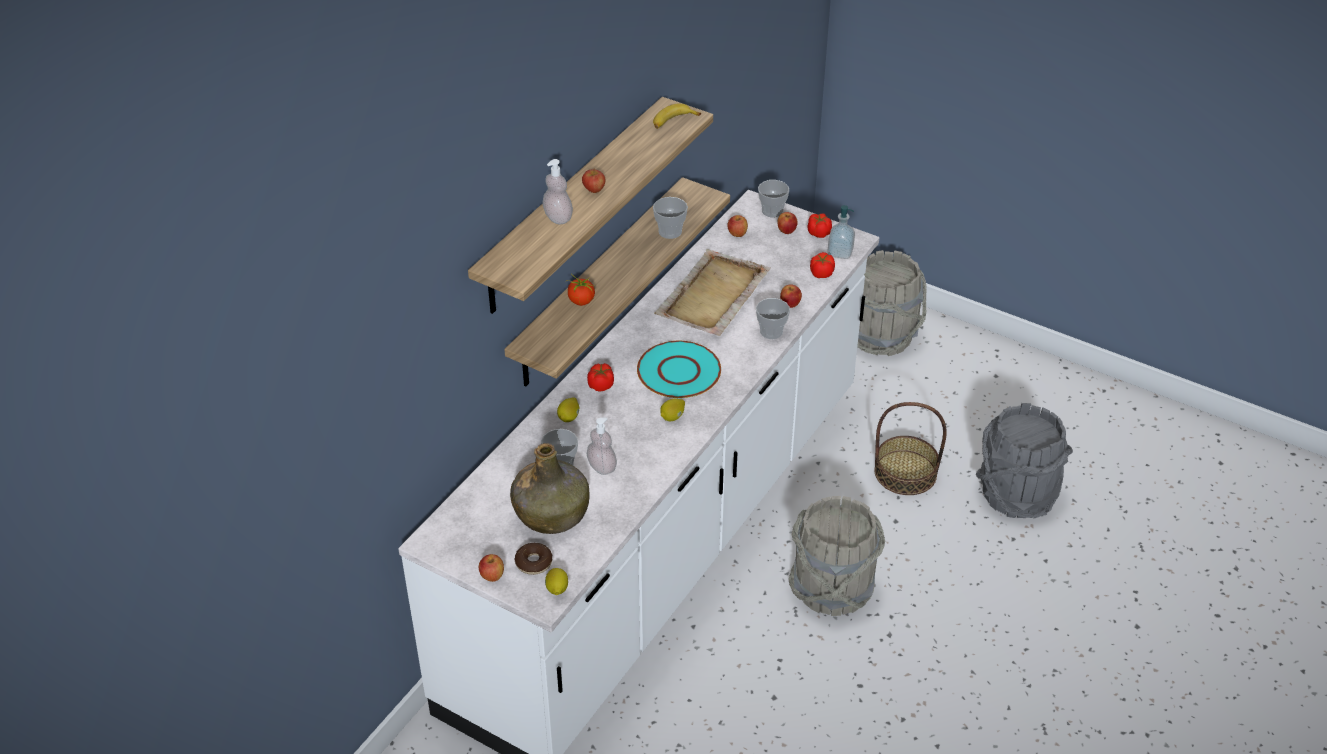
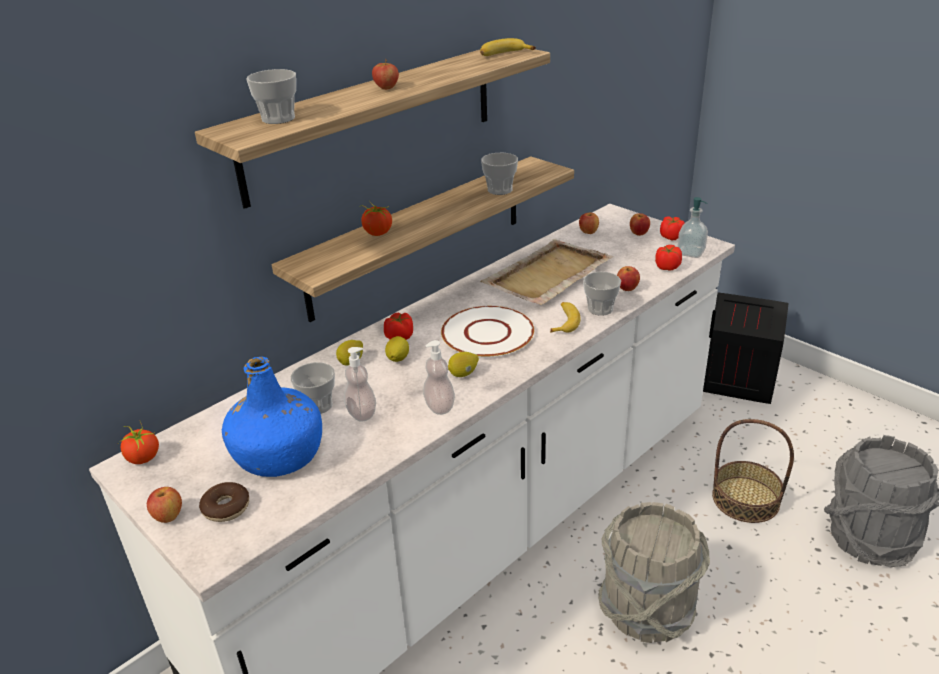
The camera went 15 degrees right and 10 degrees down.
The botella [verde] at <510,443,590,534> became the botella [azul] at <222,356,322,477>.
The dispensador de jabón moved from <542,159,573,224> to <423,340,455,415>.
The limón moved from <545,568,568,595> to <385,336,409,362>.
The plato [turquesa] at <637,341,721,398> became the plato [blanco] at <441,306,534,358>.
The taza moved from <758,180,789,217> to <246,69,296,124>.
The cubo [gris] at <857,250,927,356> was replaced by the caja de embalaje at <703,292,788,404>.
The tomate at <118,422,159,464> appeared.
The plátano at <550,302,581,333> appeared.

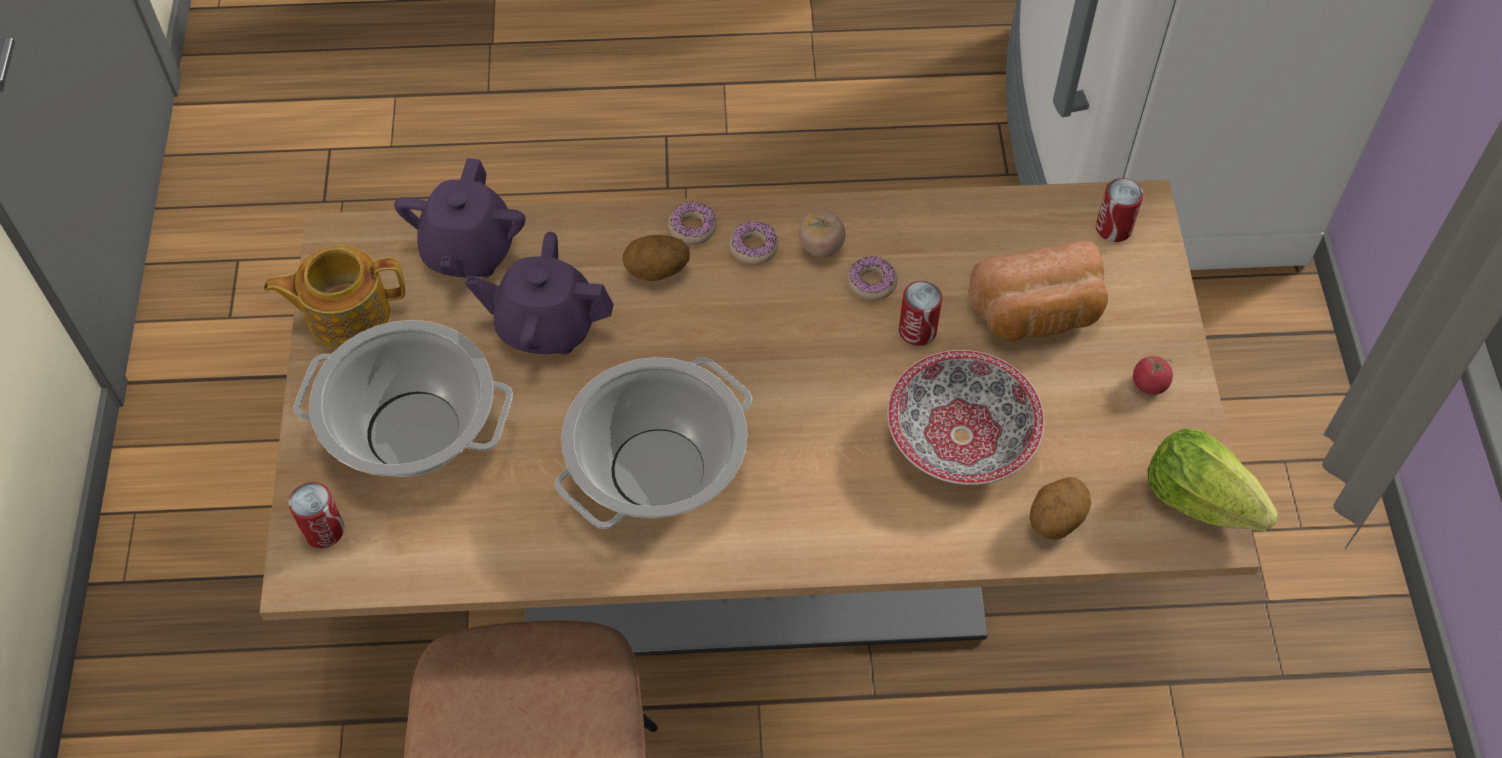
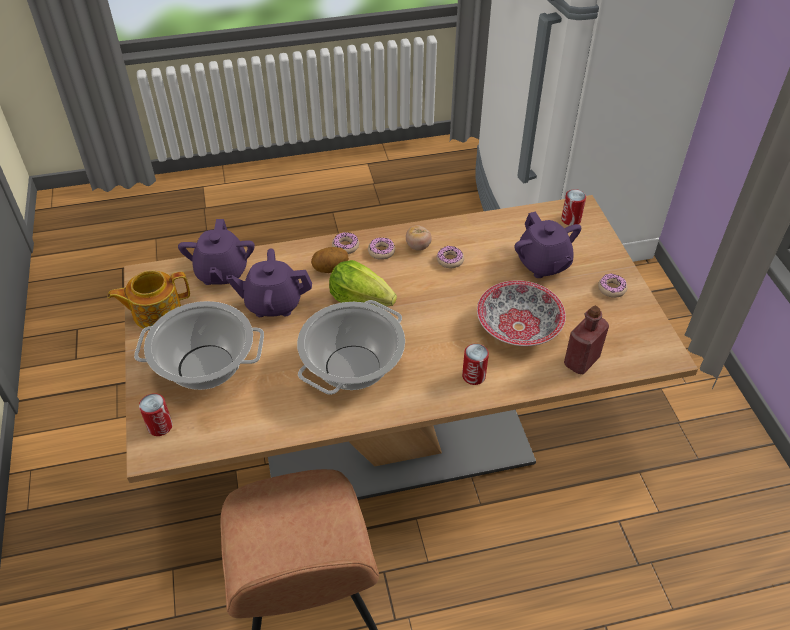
The camera went 10 degrees left and 10 degrees down.
The lata moved from <899,281,942,346> to <462,344,489,385>.
The pan at <968,241,1108,341> was replaced by the tetera [morado] at <515,211,581,278>.
The patata at <1029,477,1091,540> was replaced by the botella [rojo] at <564,306,609,374>.
The tomate at <1133,356,1173,395> was replaced by the rosquilla at <598,274,627,298>.
The lechuga moved from <1148,429,1279,531> to <329,260,397,307>.

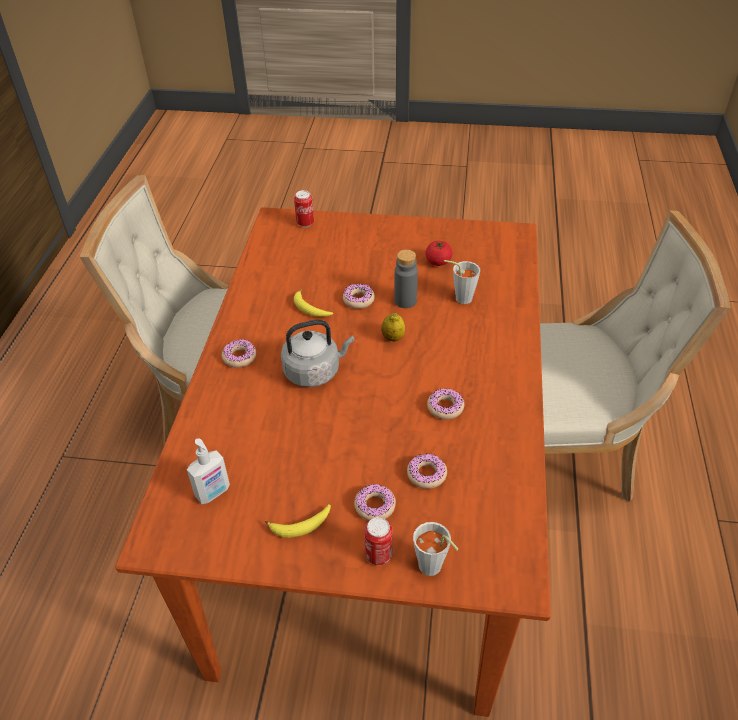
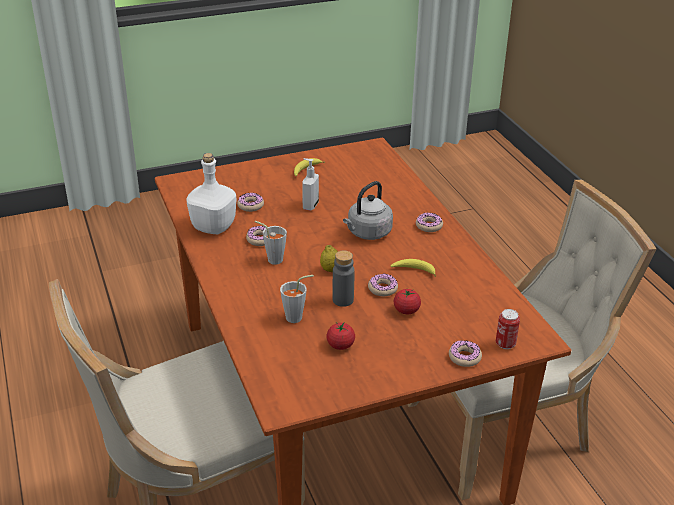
The camera went 150 degrees right and 10 degrees down.
The dispensador de jabón moved from <187,439,230,504> to <302,158,319,211>.
The rosquilla moved from <354,484,396,521> to <449,340,482,367>.
The lata at <364,517,393,565> disappeared.
The taza [gris] moved from <413,522,459,576> to <255,221,287,265>.
The botella [blanco] at <186,153,236,234> appeared.
The tomate at <394,289,421,314> appeared.

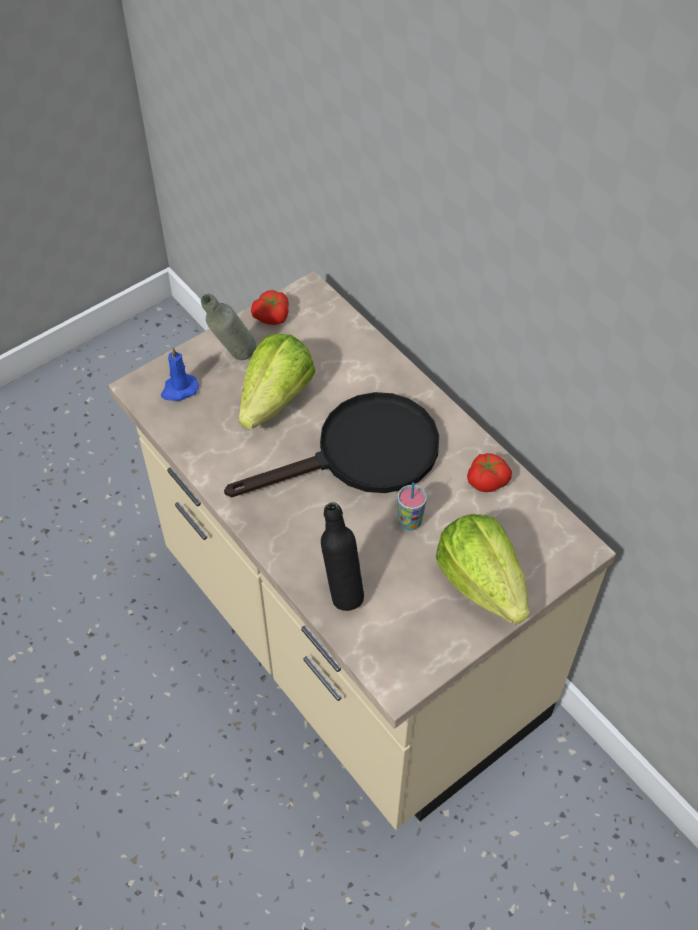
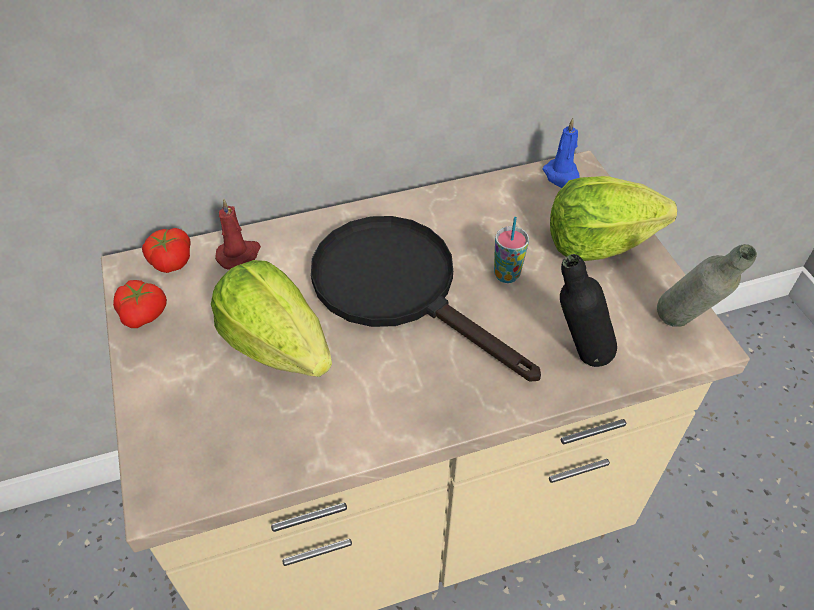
The camera went 70 degrees left and 5 degrees down.
The vela [azul] moved from <161,347,199,401> to <542,118,579,188>.
The botella [gris] moved from <201,294,256,360> to <657,244,757,327>.
The sartén [negro] at <224,392,439,497> turned 45 degrees counterclockwise.
The tomate moved from <467,453,512,492> to <142,228,191,273>.
The vela [rojo] at <215,198,261,270> appeared.

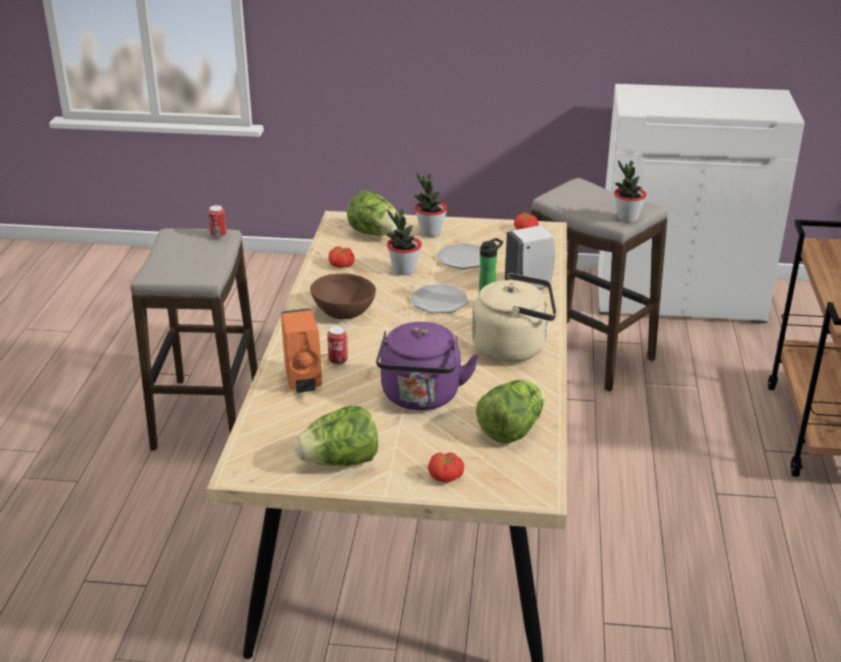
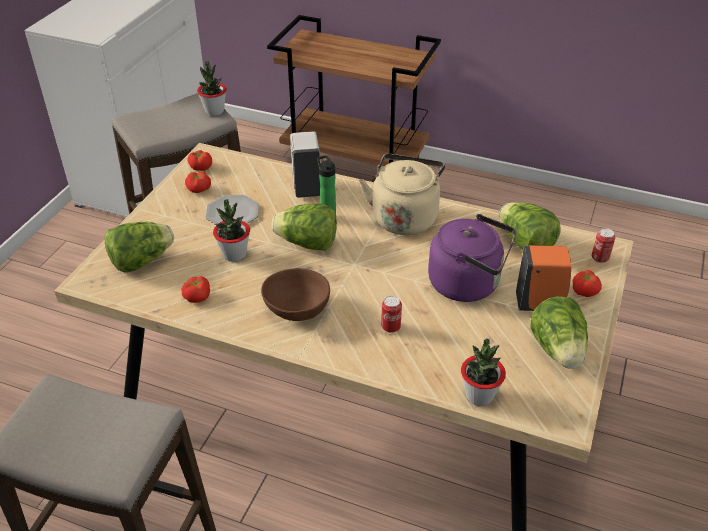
The camera went 75 degrees left and 10 degrees up.
The lata moved from <208,205,227,238> to <592,228,615,263>.
The dispensador de jabón [naranja] moved from <281,308,322,392> to <516,245,571,311>.
The plato at <411,284,468,313> was replaced by the lechuga at <272,203,337,251>.
The planta en maceta moved from <414,173,447,237> to <461,339,506,406>.
The tomate at <185,172,211,193> appeared.

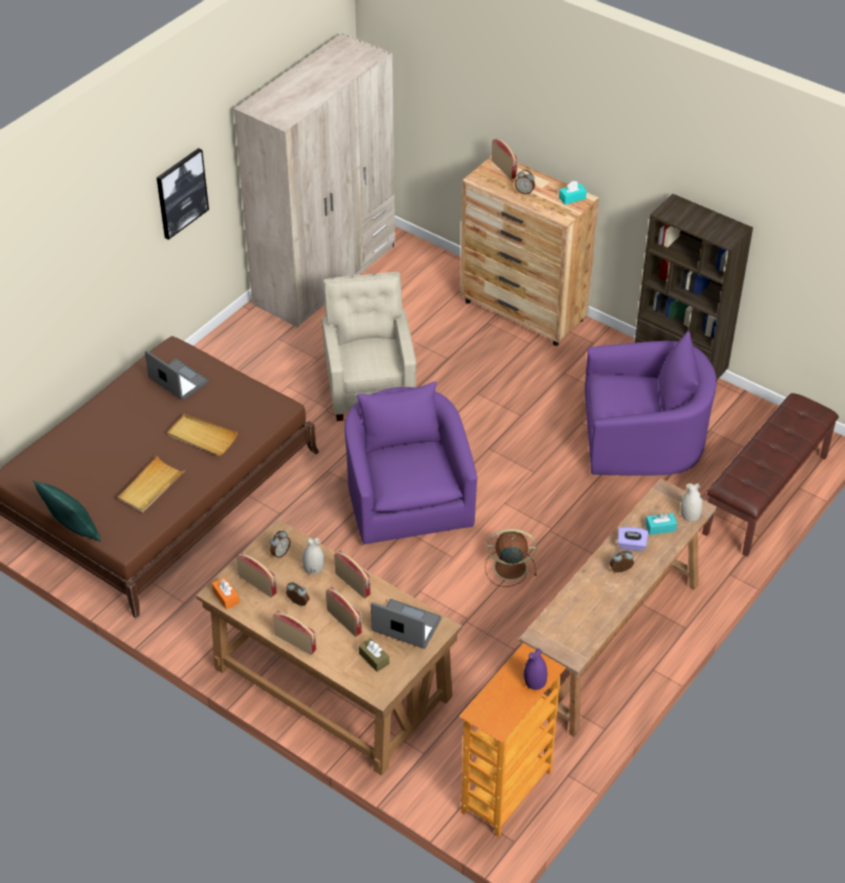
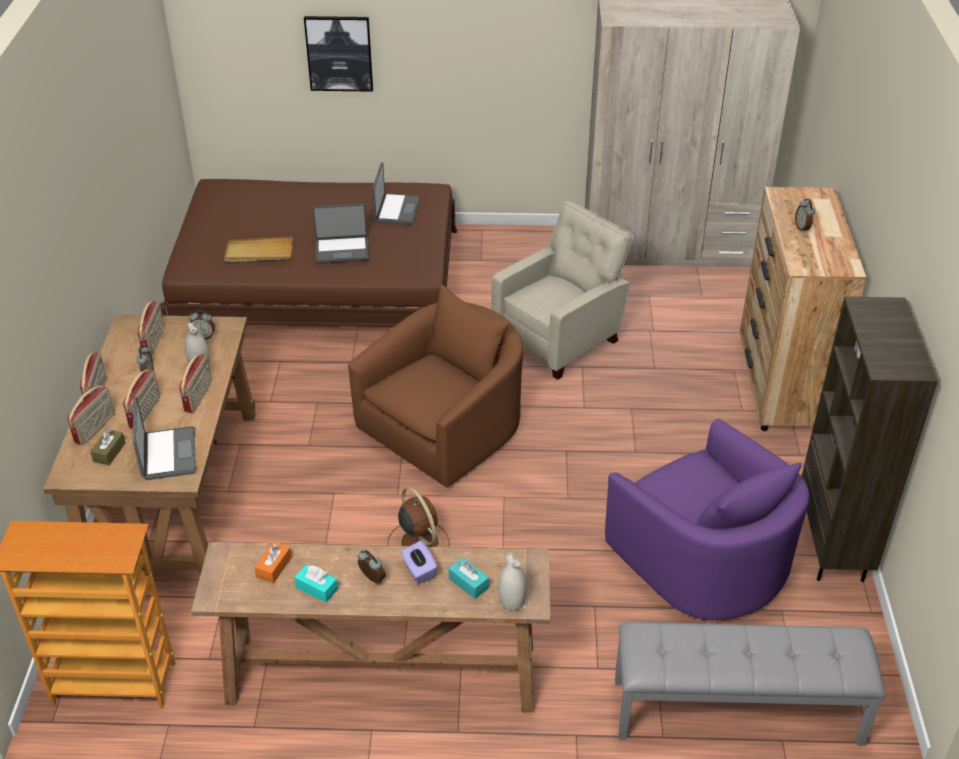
The camera went 55 degrees right and 5 degrees down.
The cojín [verde] at <33,480,101,541> disappeared.
The cuadro moved from <157,148,209,240> to <304,16,373,92>.
The bandeja [beis] at <167,414,238,456> was replaced by the portátil at <313,204,369,263>.
The caja de pañuelos [naranja] moved from <212,577,239,610> to <254,541,292,584>.
The sillón [morado] at <345,382,477,544> became the sillón [marrón] at <348,285,523,487>.
The radio moved from <491,138,518,179> to <67,385,115,445>.
The florero [morado] at <524,648,547,690> disappeared.
The caja de pañuelos [turquesa] moved from <559,181,587,205> to <294,564,338,603>.
The banco [marrón] at <702,393,839,557> became the banco [gris] at <615,622,885,746>.

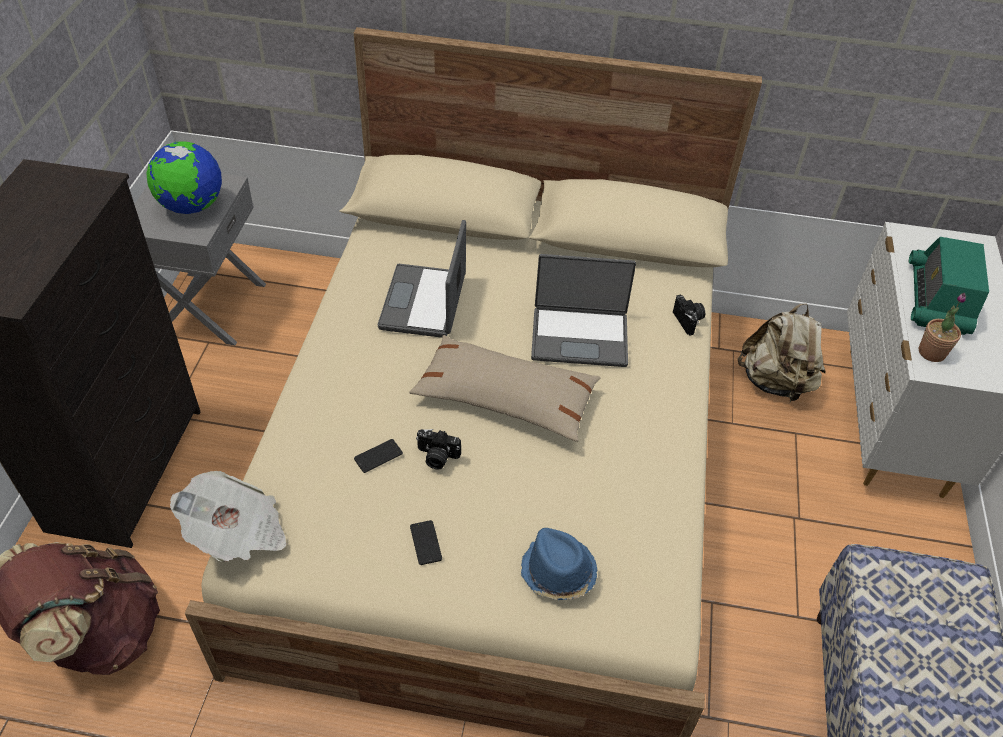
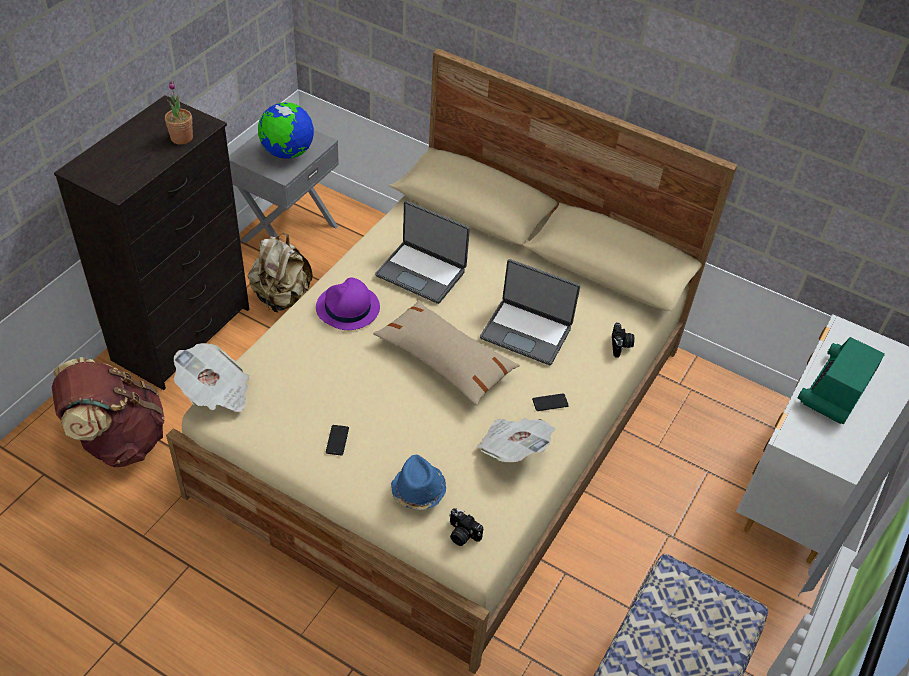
The camera went 20 degrees right and 0 degrees up.
The móvil moved from <354,439,403,473> to <532,394,569,411>.
The portátil at <377,220,466,338> turned 90 degrees counterclockwise.
The cámara moved from <416,429,461,469> to <449,509,483,546>.
The mochila [beis] moved from <738,303,826,402> to <248,233,313,313>.
The planta en maceta moved from <919,293,966,362> to <165,82,193,145>.
The sombrero [morado] at <316,277,380,330> appeared.
The periódico at <477,418,555,462> appeared.

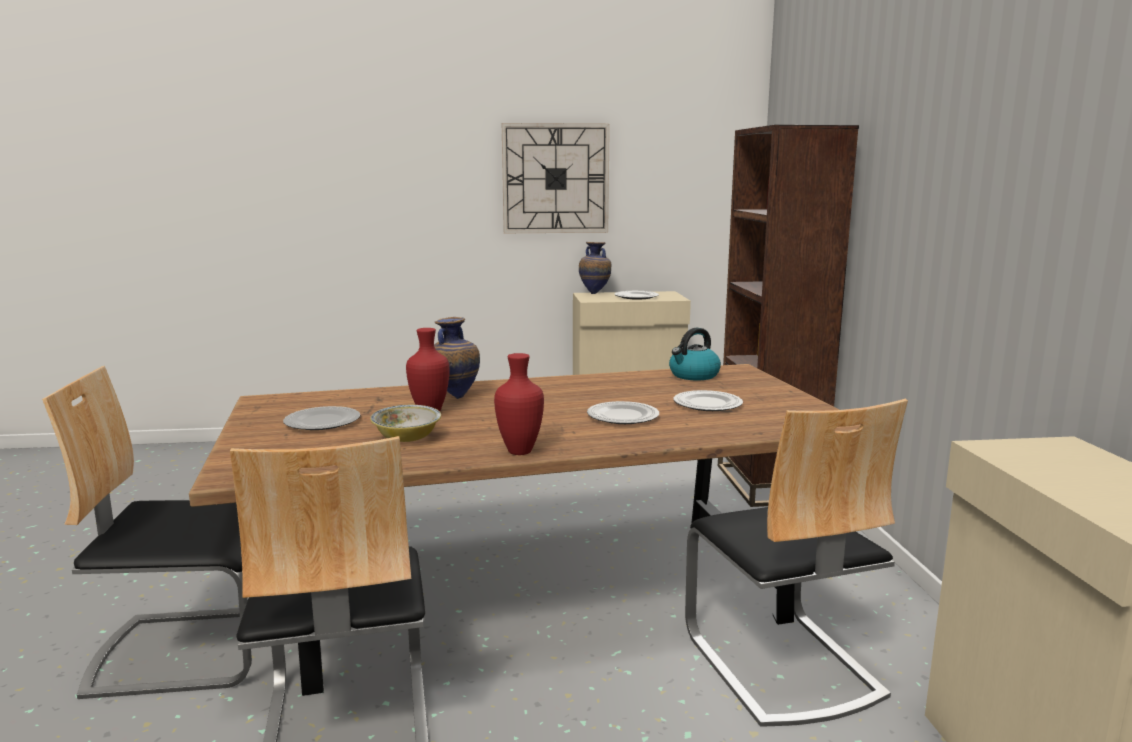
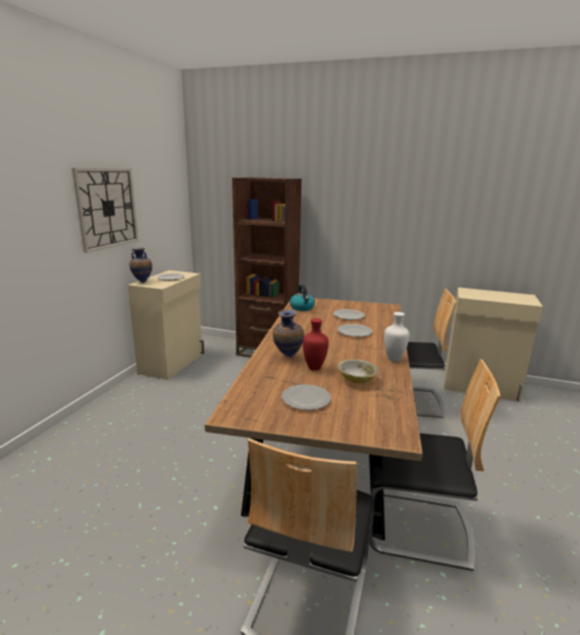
The camera went 65 degrees left and 5 degrees up.
The florero [rojo] at <494,353,544,455> became the florero [blanco] at <384,312,409,362>.

